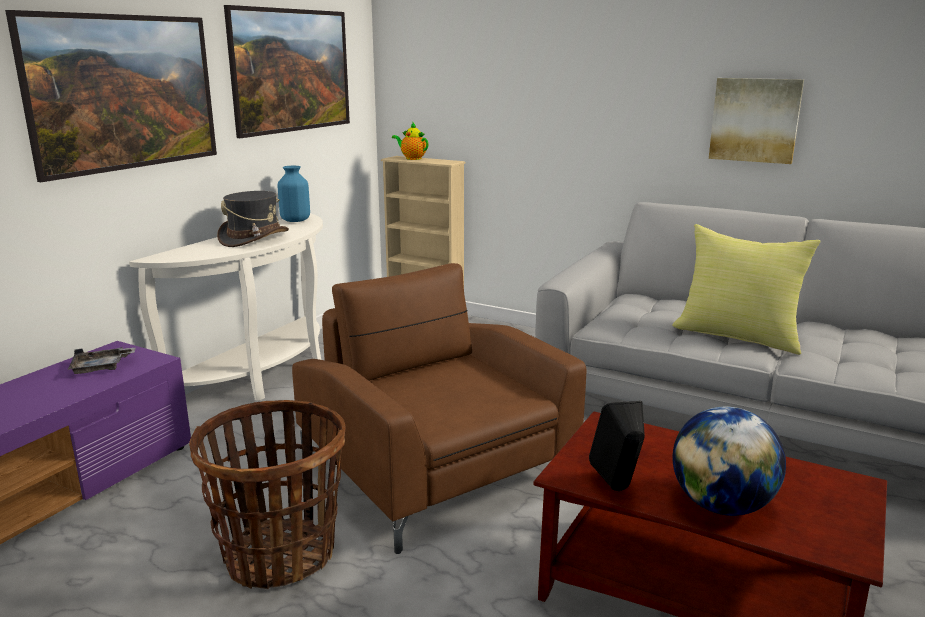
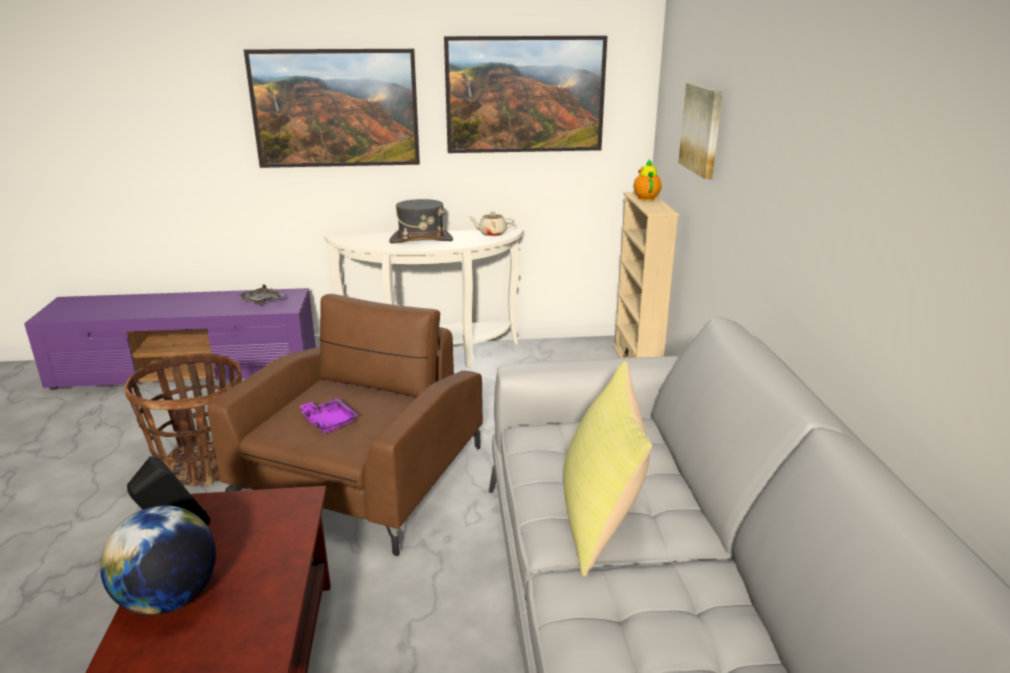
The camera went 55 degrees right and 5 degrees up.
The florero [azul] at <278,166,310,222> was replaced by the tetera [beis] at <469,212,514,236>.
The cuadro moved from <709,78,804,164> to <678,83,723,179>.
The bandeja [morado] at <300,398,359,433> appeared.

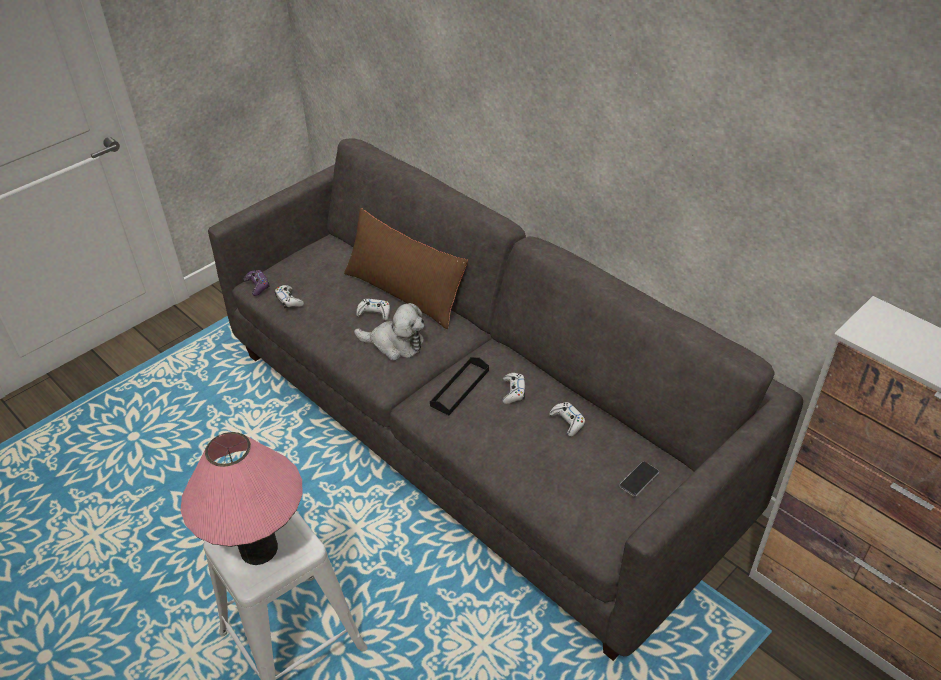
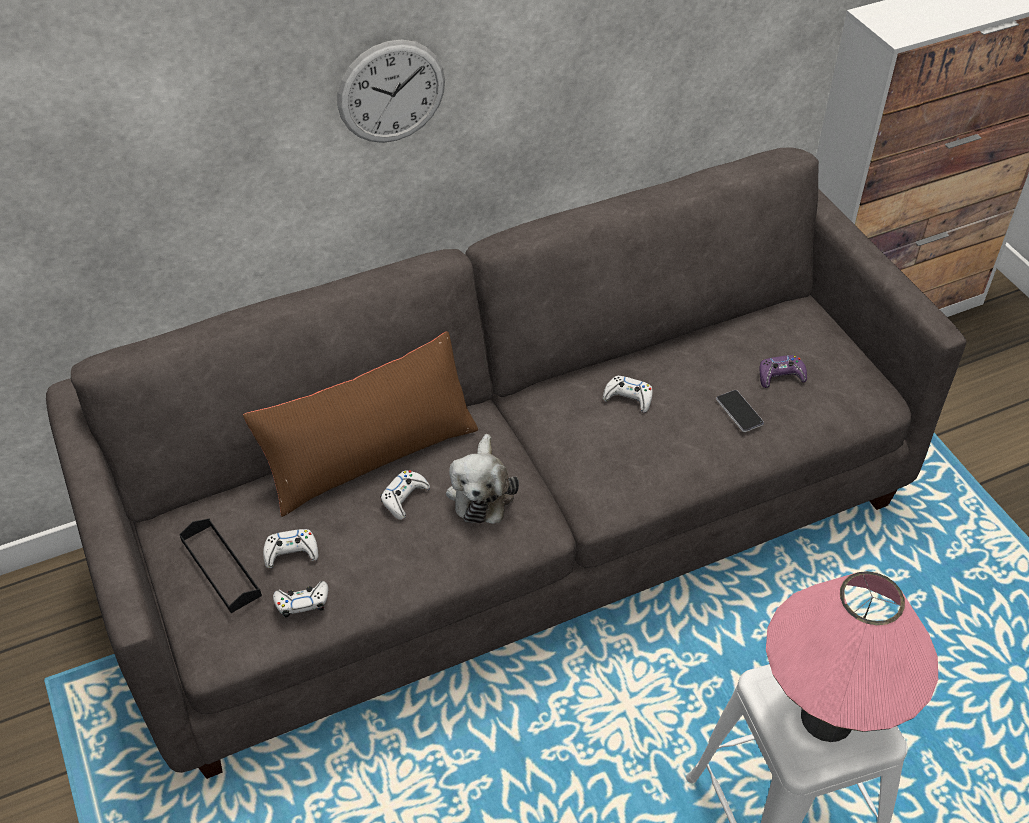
The camera went 70 degrees left and 5 degrees up.
The mando de consola [morado] moved from <243,270,270,296> to <759,355,807,388>.
The peluche at <354,303,425,360> turned 150 degrees clockwise.
The bandeja [negro] moved from <430,357,489,415> to <179,519,262,613>.
The mando de consola [blanco] moved from <549,402,585,437> to <263,529,318,568>.
The móvil moved from <619,461,659,497> to <716,390,764,432>.
The reloj de pared at <337,40,445,143> appeared.

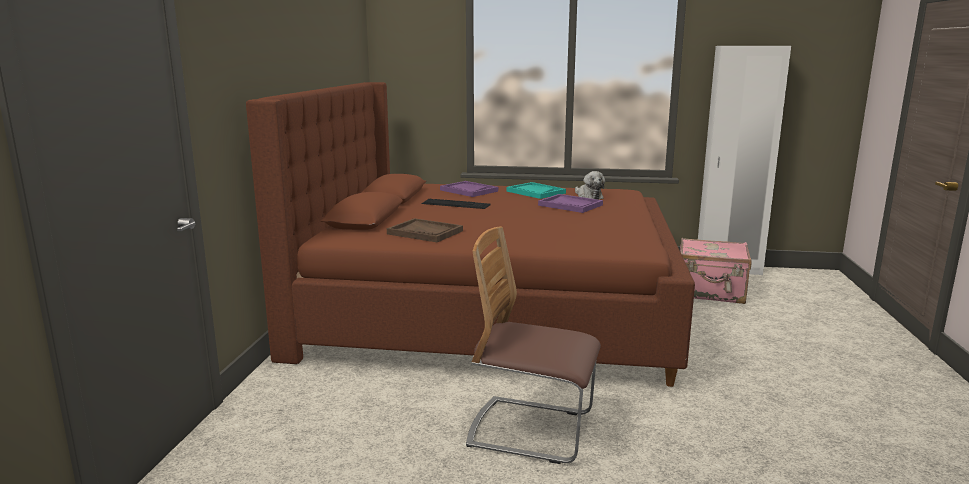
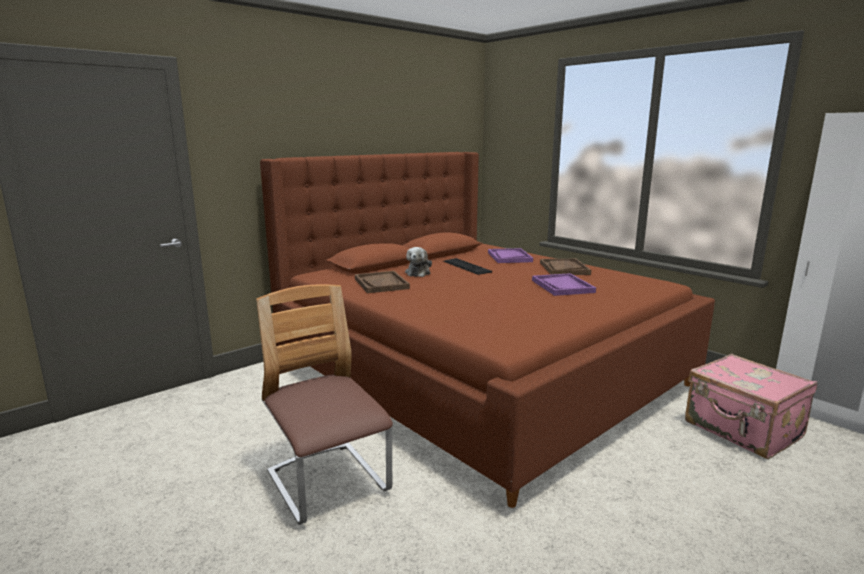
The camera went 40 degrees right and 0 degrees up.
The bandeja [turquesa] at <507,182,566,199> became the bandeja [marrón] at <540,259,591,275>.
The peluche moved from <575,171,605,200> to <405,247,432,277>.

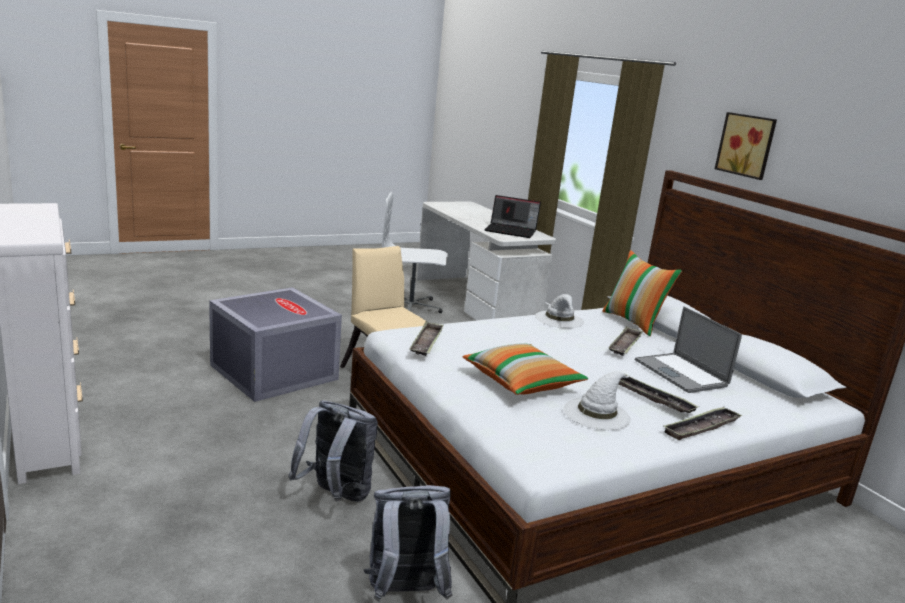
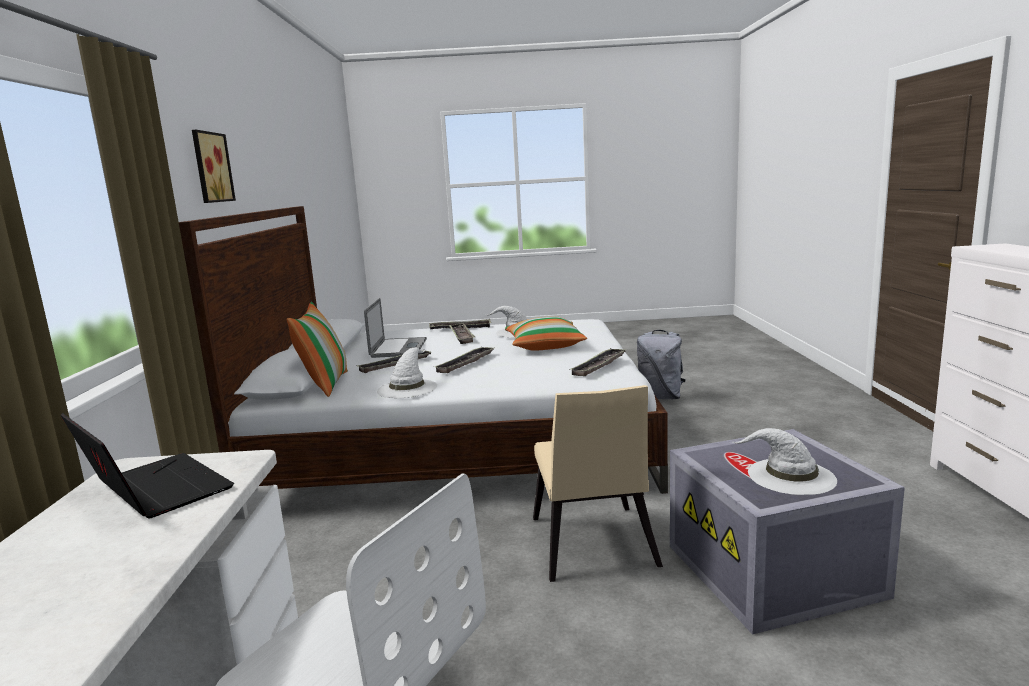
The camera went 150 degrees left and 5 degrees down.
The mochila [gris] at <288,400,378,502> disappeared.
The bandeja at <435,347,494,373> appeared.
The sombrero [blanco] at <733,428,837,495> appeared.

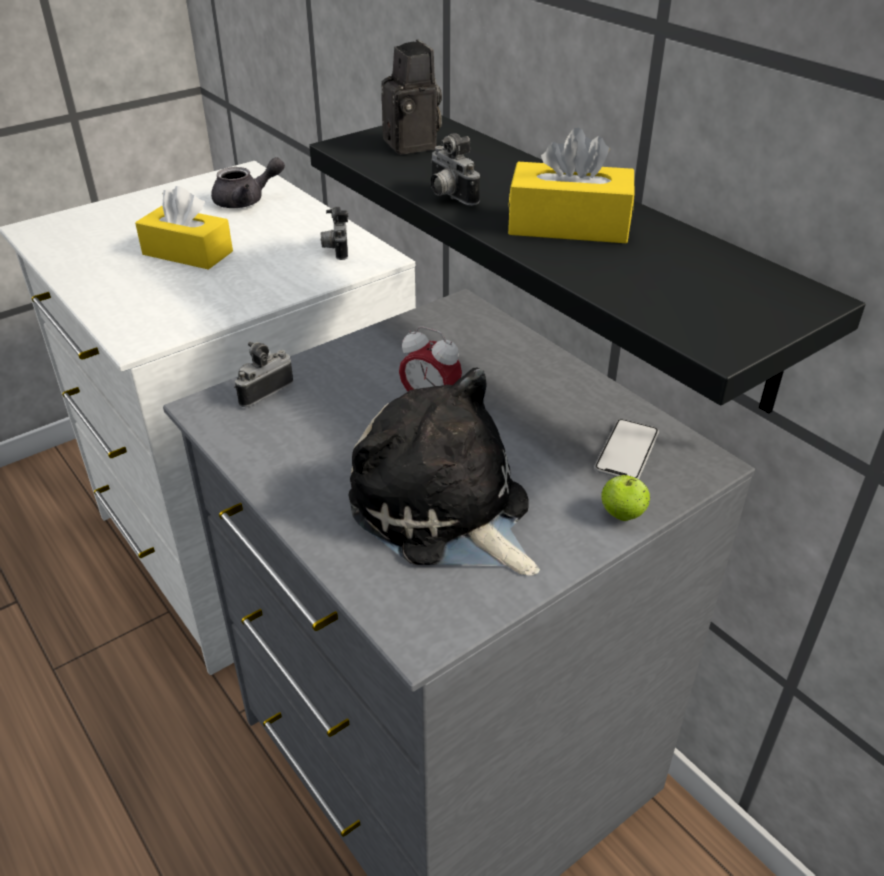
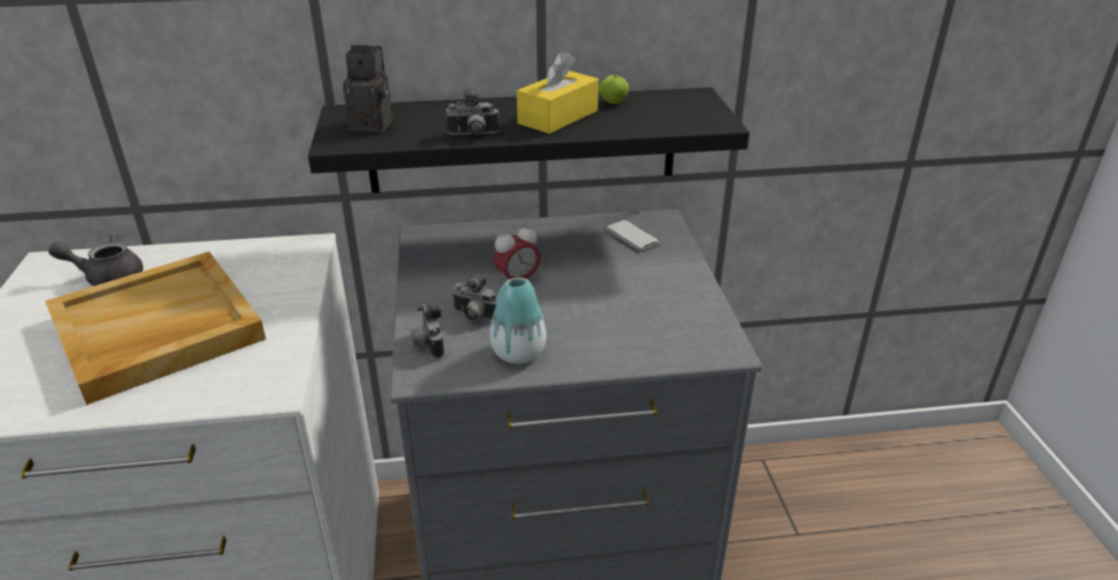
The camera went 60 degrees left and 5 degrees down.
The caja de pañuelos [amarillo] at <135,186,233,270> was replaced by the bandeja [beis] at <45,252,266,405>.
The tetera [gris] at <211,157,285,208> turned 105 degrees counterclockwise.
The cámara moved from <321,207,348,260> to <452,274,498,321>.
The peluche at <349,368,540,576> disappeared.
The manzana moved from <601,475,650,521> to <599,71,629,104>.
The florero at <490,278,546,364> appeared.

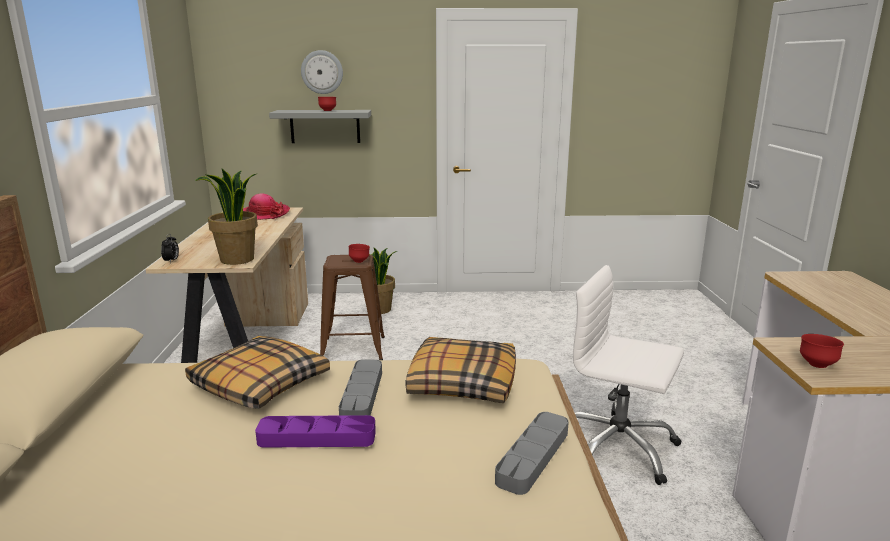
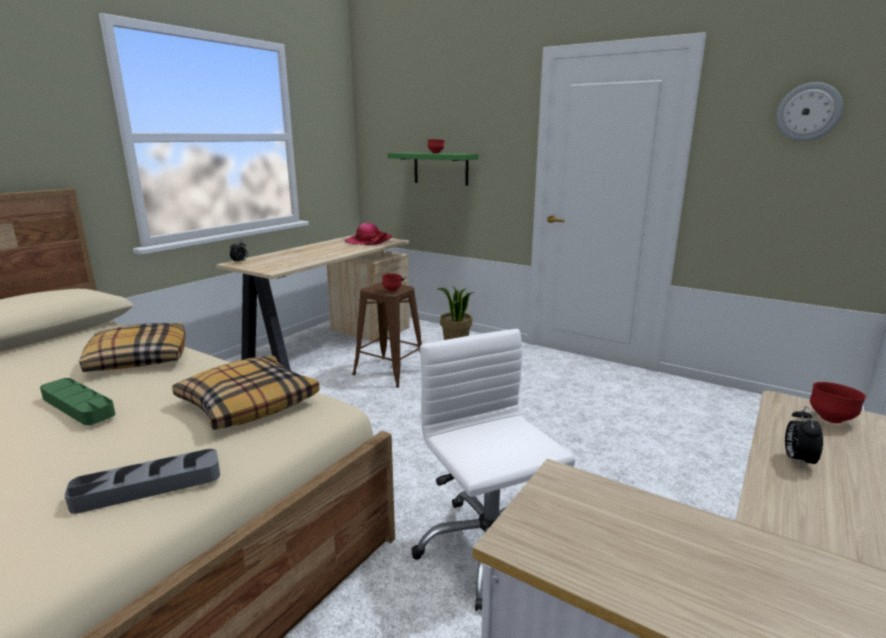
The camera went 35 degrees right and 0 degrees up.
The planta en maceta at <195,169,258,265> disappeared.
The bandeja [morado] at <255,415,376,448> became the bandeja [verde] at <40,378,115,425>.
The estante [gris] at <269,110,371,143> became the estante [verde] at <388,152,479,186>.
The reloj de pared moved from <301,50,343,94> to <776,82,843,141>.
The bandeja [gris] at <339,359,382,416> disappeared.
The cuenco [rojo] moved from <800,334,844,368> to <810,382,866,423>.
The despertador at <785,406,823,468> appeared.

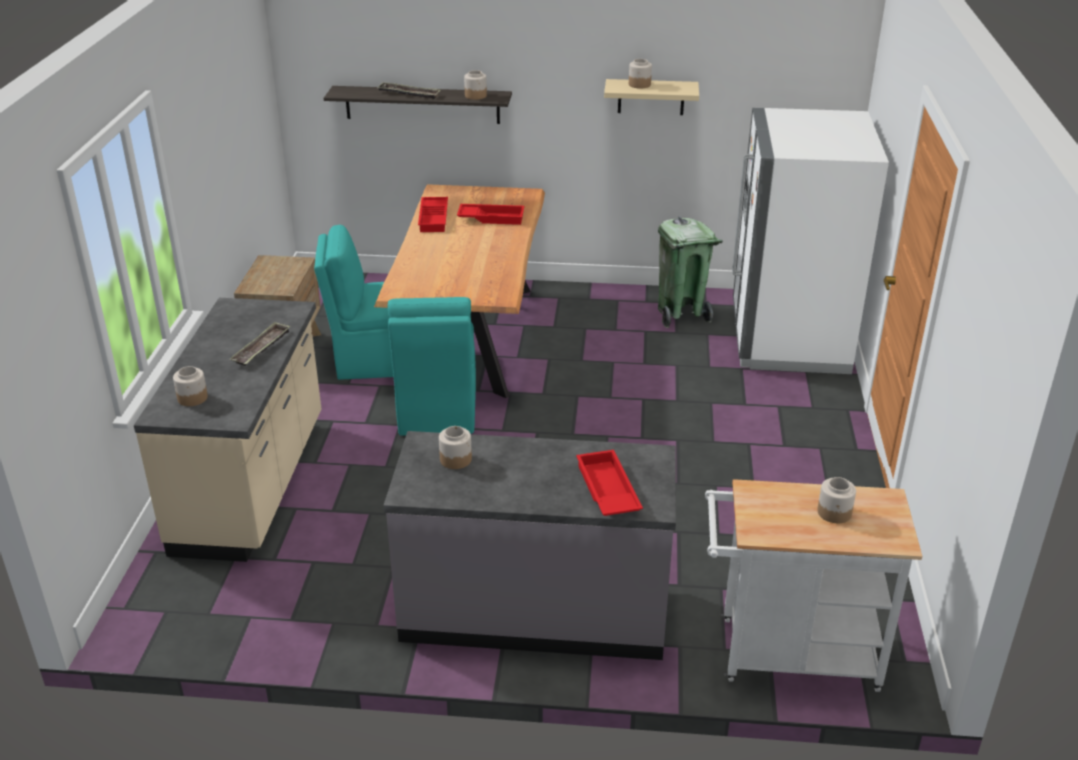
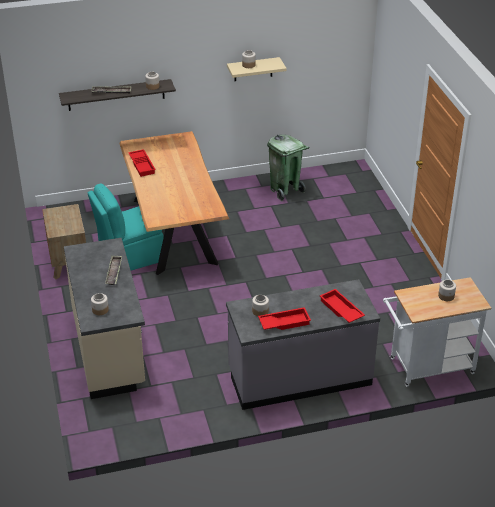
The camera went 20 degrees left and 5 degrees up.
The silla [turquesa] at <387,297,476,436> disappeared.
The bandeja [rojo] moved from <457,204,524,225> to <258,307,311,330>.
The nevera [blanco] at <732,108,889,374> disappeared.

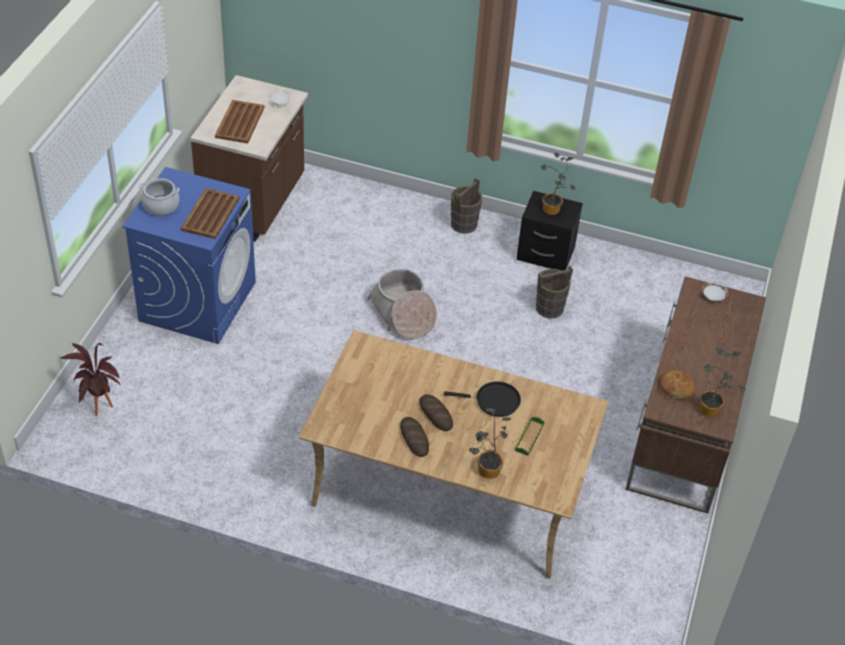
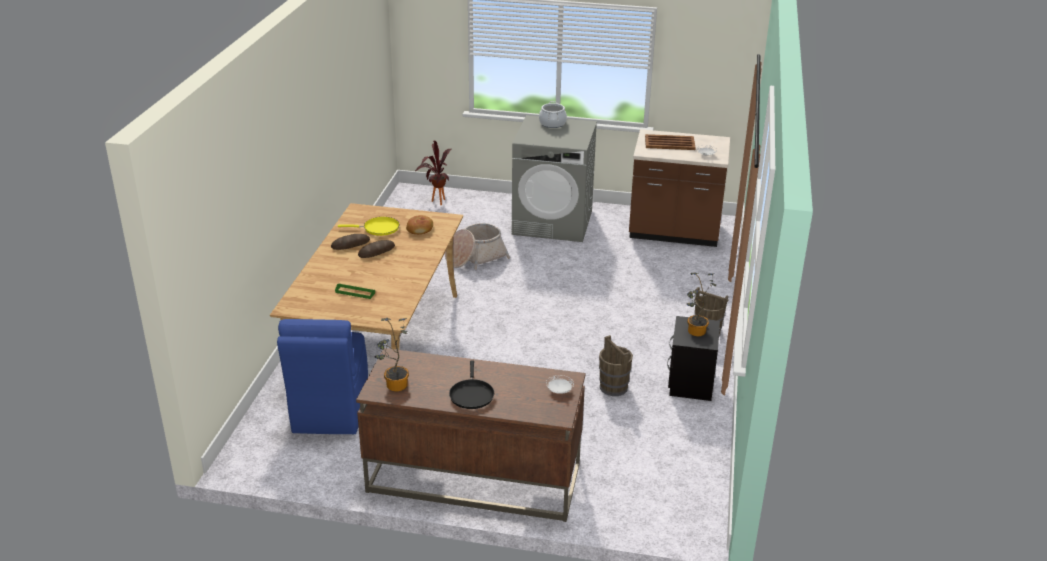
The camera went 85 degrees right and 15 degrees down.
The lavadora [azul] at <122,167,256,344> became the lavadora [gris] at <512,115,597,242>.
The bandeja [marrón] at <181,188,240,239> disappeared.
The cesta moved from <367,269,437,339> to <445,223,510,269>.
The sartén [negro] moved from <444,381,521,417> to <449,361,494,409>.
The planta en maceta at <469,408,511,479> disappeared.
The pan moved from <660,370,695,400> to <406,215,433,234>.
The silla [azul] at <277,319,368,434> appeared.
The sartén [amarillo] at <338,217,399,236> appeared.

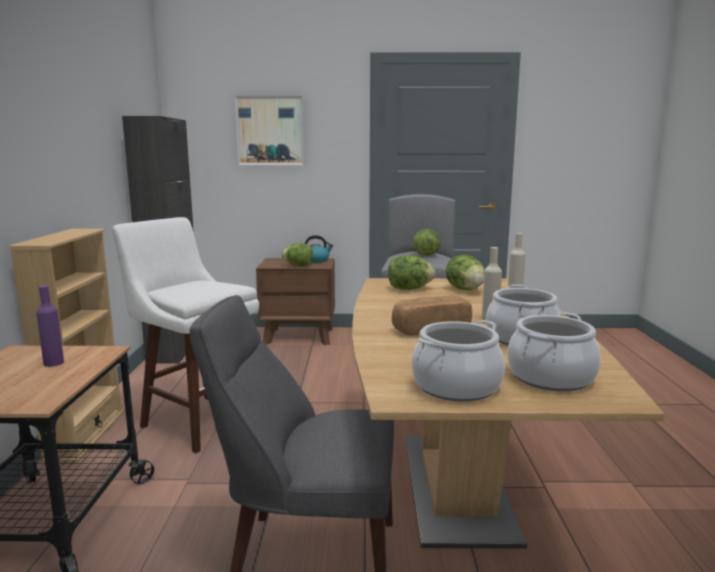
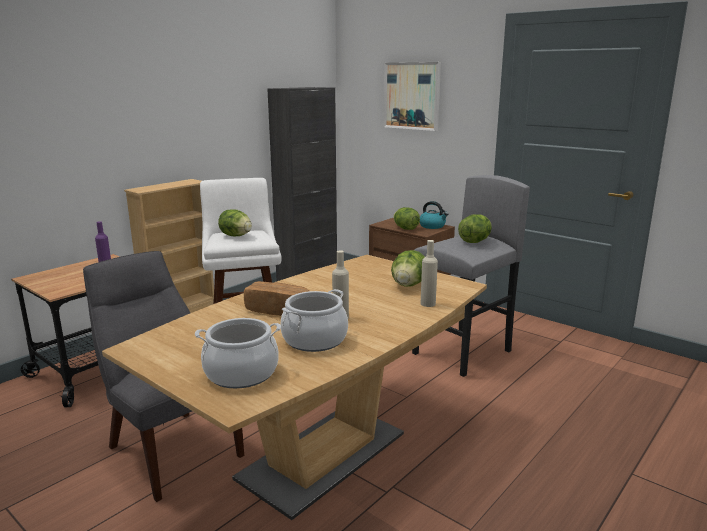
The camera went 40 degrees right and 5 degrees up.
The lechuga moved from <388,255,435,290> to <218,209,252,236>.
The olla at <412,320,505,401> disappeared.

